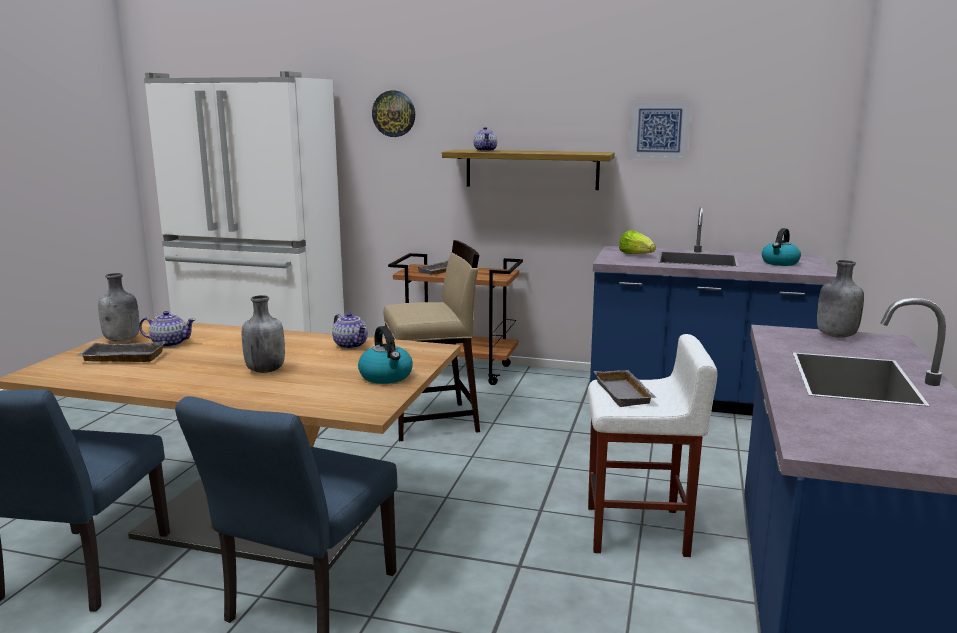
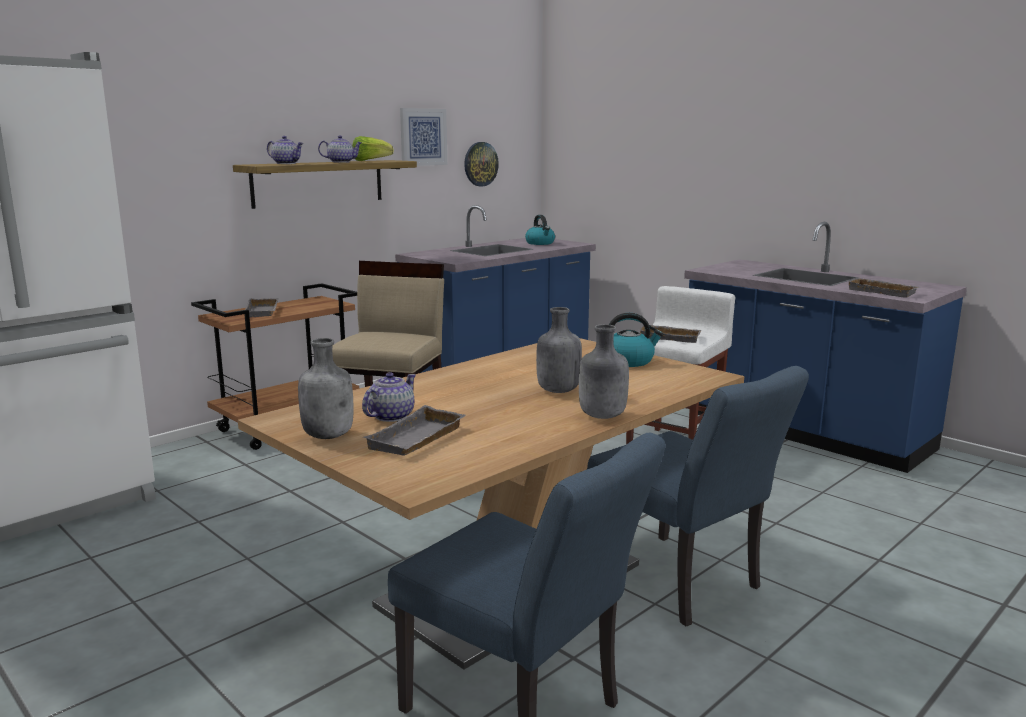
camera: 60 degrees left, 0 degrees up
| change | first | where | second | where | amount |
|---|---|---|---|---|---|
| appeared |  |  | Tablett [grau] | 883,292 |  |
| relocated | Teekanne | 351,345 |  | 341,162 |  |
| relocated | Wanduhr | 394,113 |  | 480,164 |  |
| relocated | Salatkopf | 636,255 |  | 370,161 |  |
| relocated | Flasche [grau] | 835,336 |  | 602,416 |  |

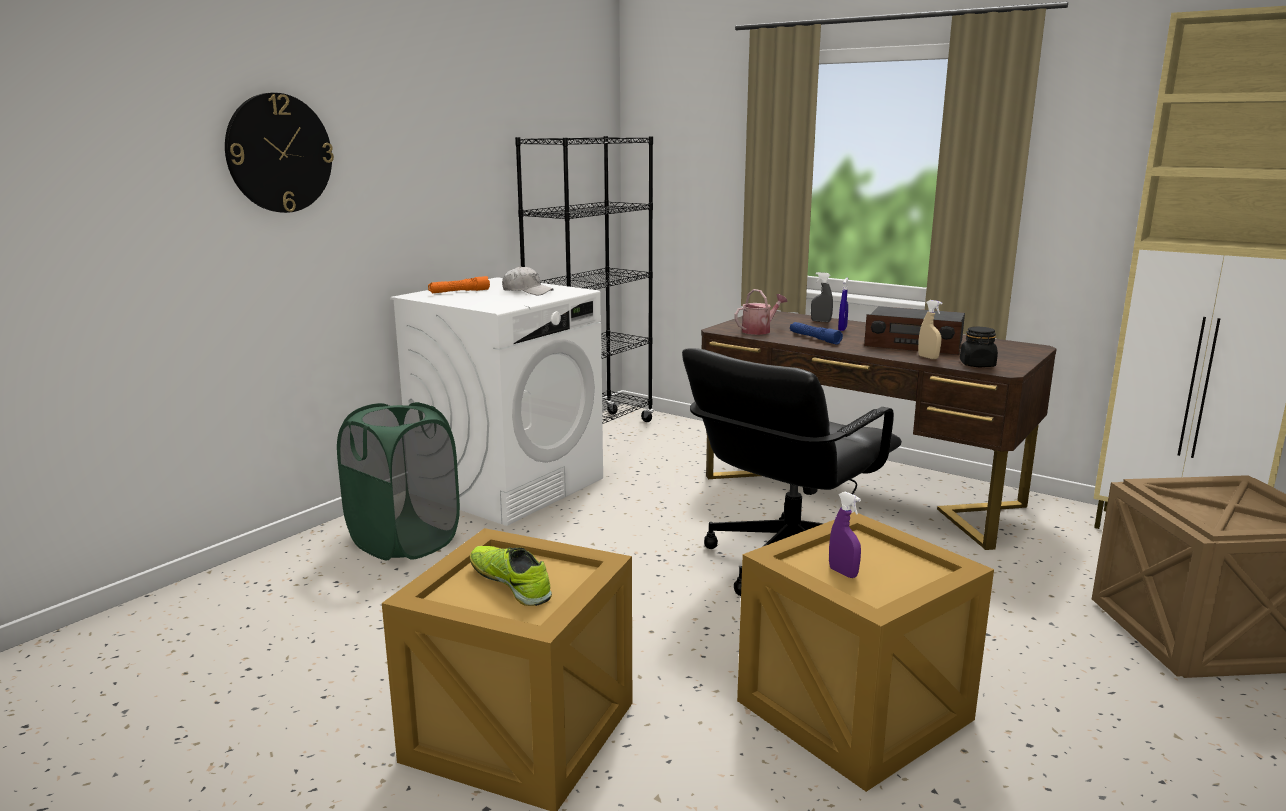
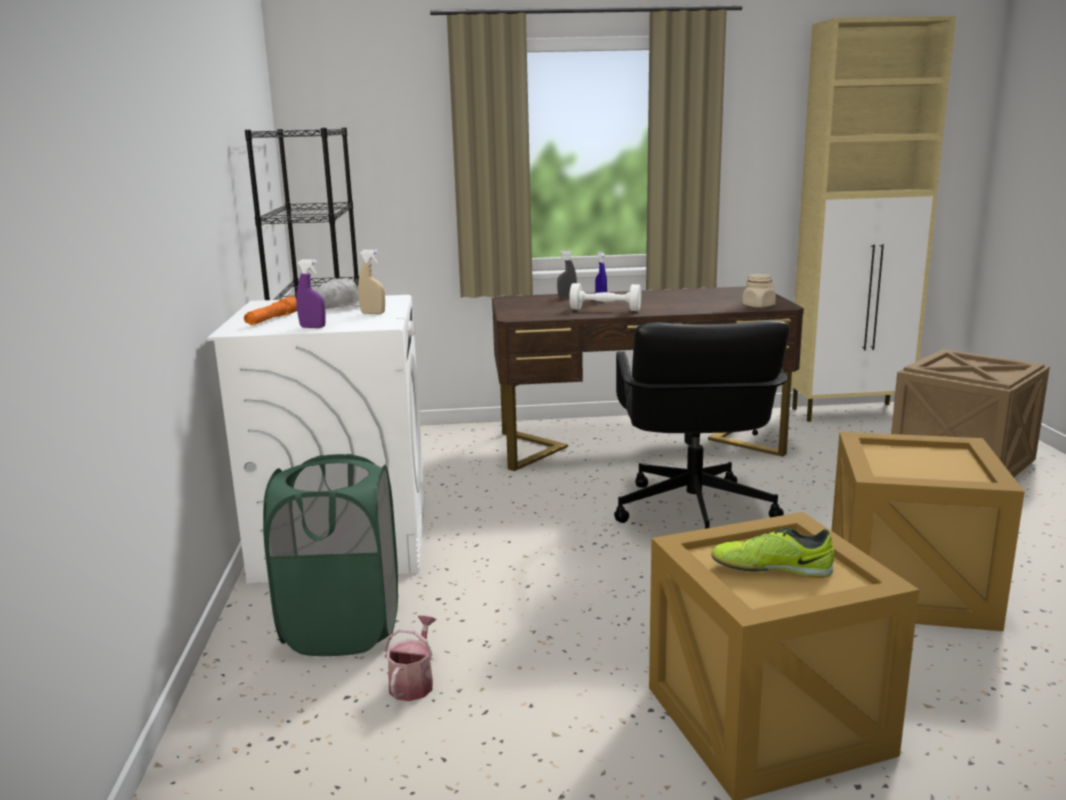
camera: 40 degrees left, 0 degrees up
| change | first | where | second | where | amount |
|---|---|---|---|---|---|
| missing | Wanduhr | 279,153 |  |  |  |
| missing | Radio | 914,344 |  |  |  |
| relocated | Gießkanne | 759,330 |  | 413,682 |  |
| relocated | Sprühflasche [lila] | 843,573 |  | 312,327 |  |
| relocated | Sprühflasche [beige] | 928,357 |  | 373,313 |  |
| exchanged | Taschenlampe [blau] | 814,338 | Hantel [weiß] | 605,310 |  |
| colour | Vorratsglas [schwarz] | 977,365 | Vorratsglas [beige] | 758,306 |  |

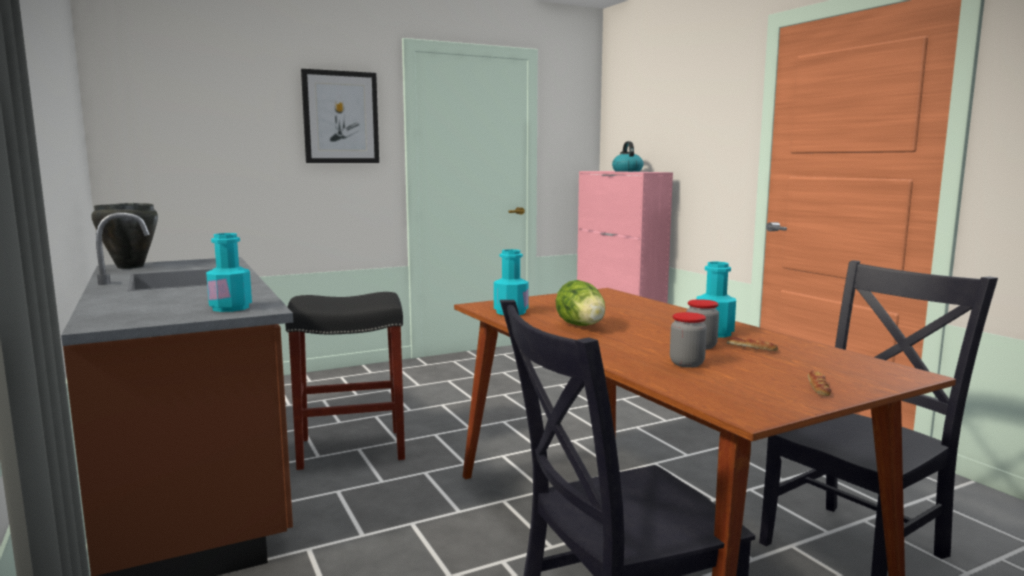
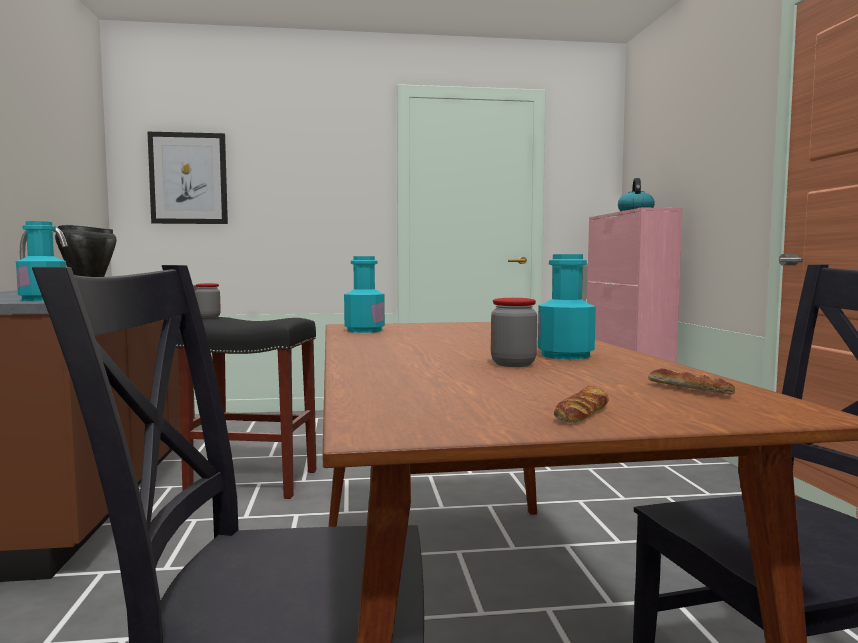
camera: 20 degrees right, 5 degrees down
| change | first | where | second | where | amount |
|---|---|---|---|---|---|
| missing | Salatkopf | 582,326 |  |  |  |
| relocated | Bild | 340,117 |  | 188,178 |  |
| relocated | Vorratsglas | 686,363 |  | 208,317 |  |
| relocated | Brot | 751,348 |  | 689,390 |  |

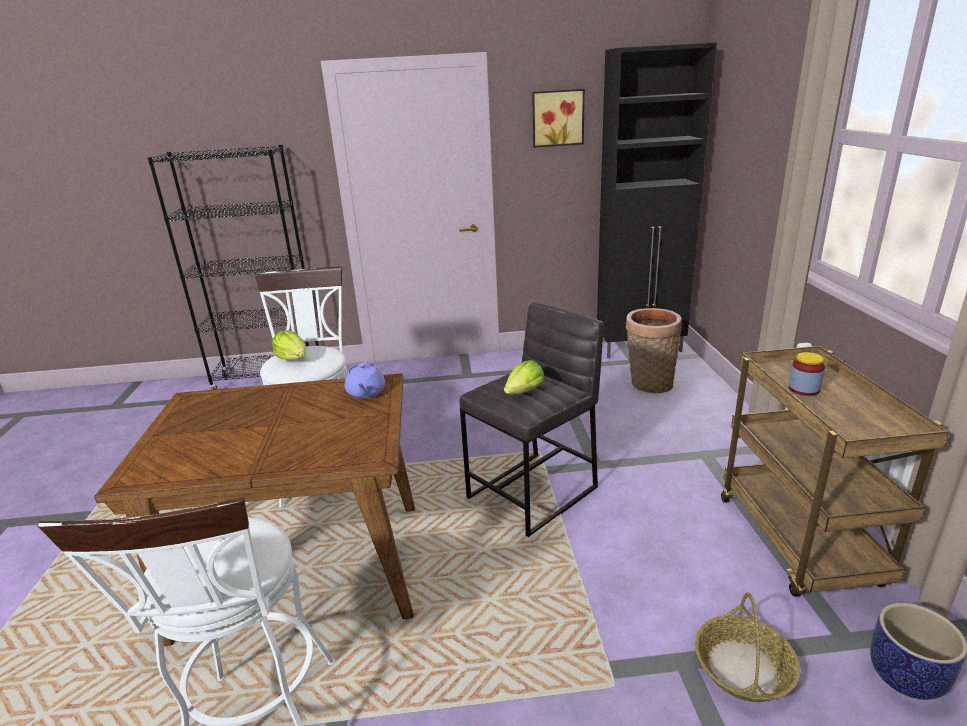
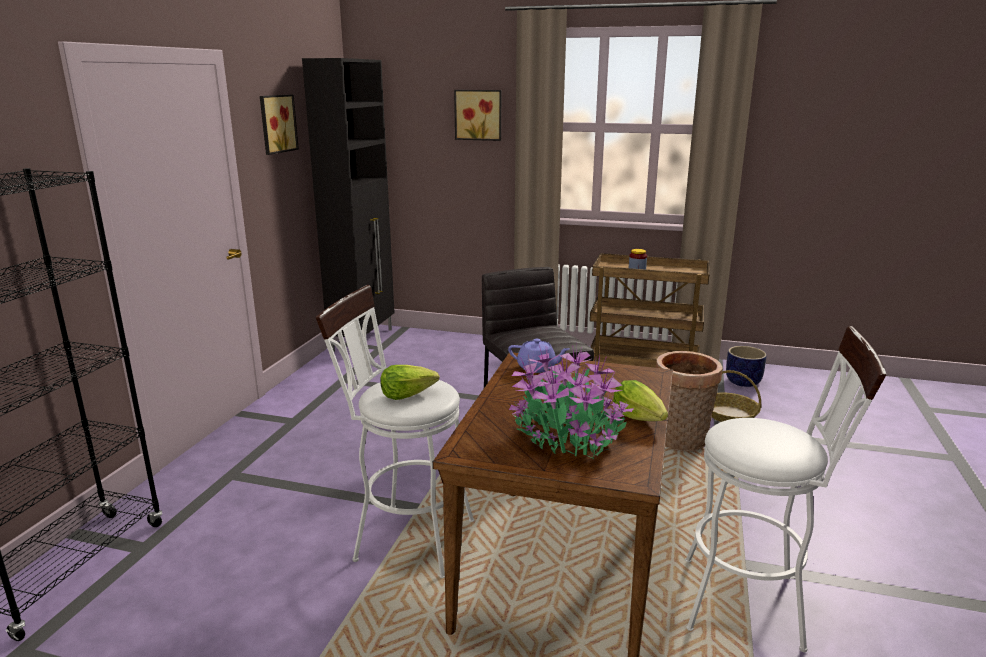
camera: 70 degrees left, 5 degrees down
| change | first | where | second | where | amount |
|---|---|---|---|---|---|
| appeared |  |  | Bild | 478,115 |  |
| appeared |  |  | Topfpflanze | 567,437 |  |
| relocated | Salatkopf | 524,392 |  | 639,418 |  |
| relocated | Korb | 649,384 |  | 680,442 |  |

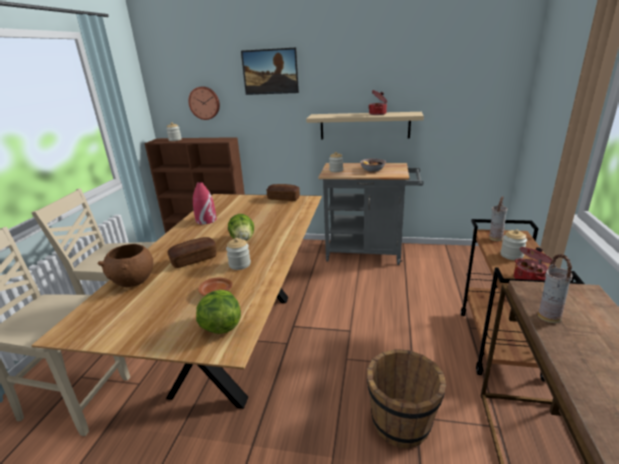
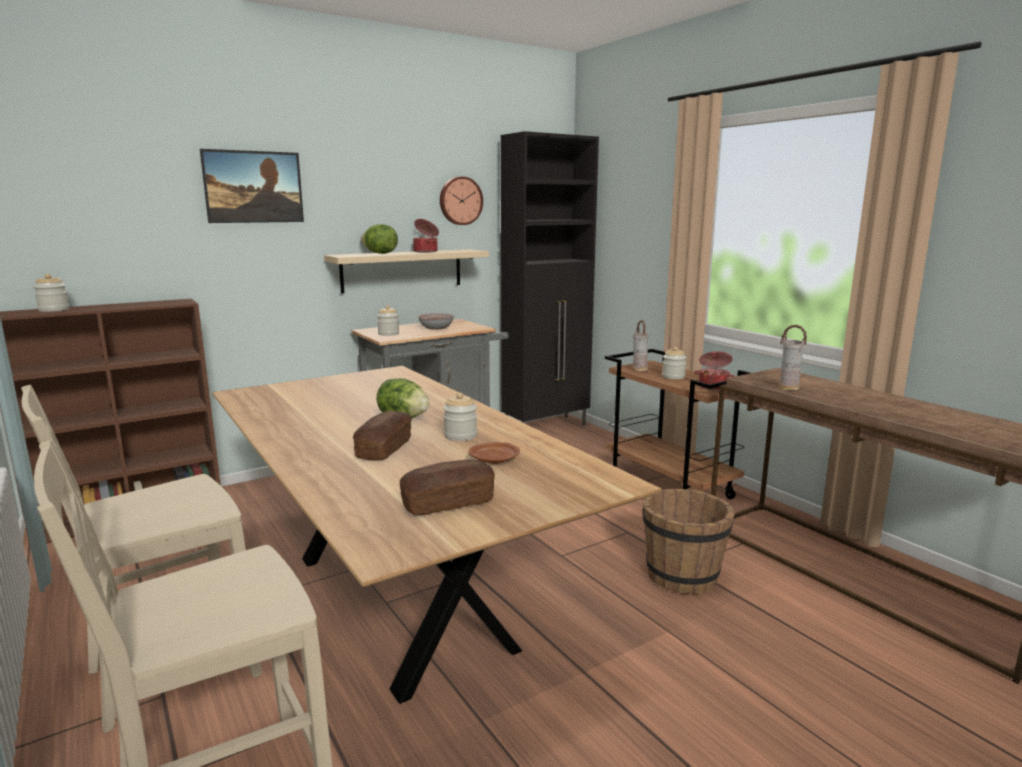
camera: 45 degrees left, 10 degrees down
| change | first | where | second | where | amount |
|---|---|---|---|---|---|
| missing | Schüssel [braun] | 133,282 |  |  |  |
| missing | Vase [rot] | 206,220 |  |  |  |
| appeared |  |  | Schrank [schwarz] | 547,427 |  |
| relocated | Wanduhr | 204,103 |  | 460,201 |  |
| relocated | Salatkopf | 220,327 |  | 380,254 |  |
| relocated | Brot | 283,198 |  | 448,503 |  |

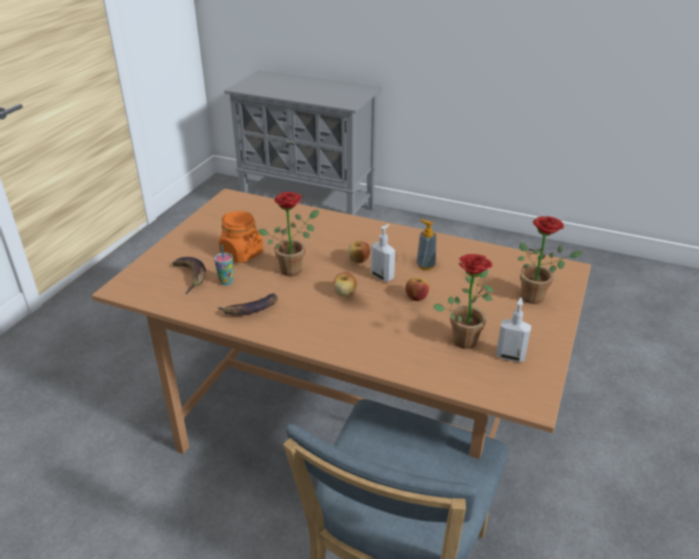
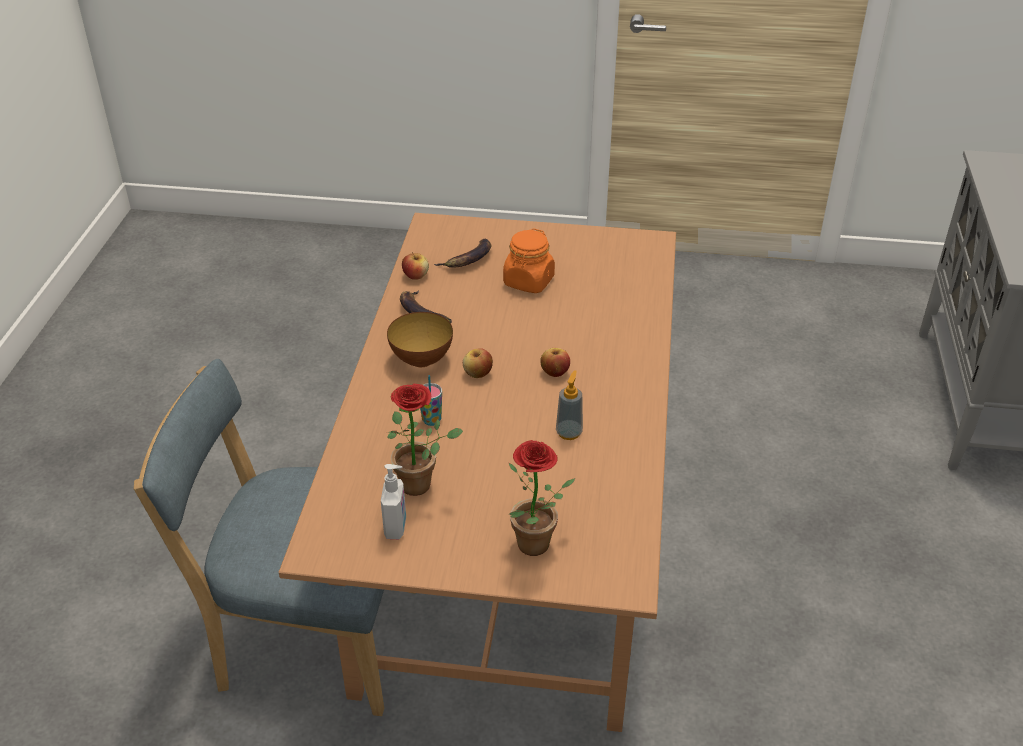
camera: 75 degrees right, 5 degrees up
| change | first | where | second | where | amount |
|---|---|---|---|---|---|
| missing | Topfpflanze | 294,268 |  |  |  |
| missing | Seifenspender | 382,276 |  |  |  |
| appeared |  |  | Schüssel | 421,360 |  |
| relocated | Tasse | 226,281 |  | 431,420 |  |
| relocated | Apfel | 416,297 |  | 416,276 |  |

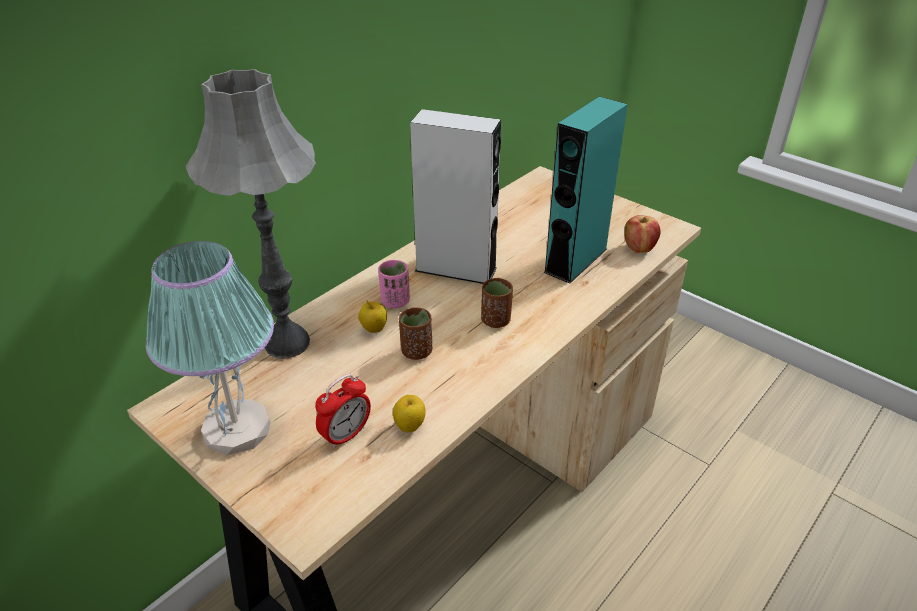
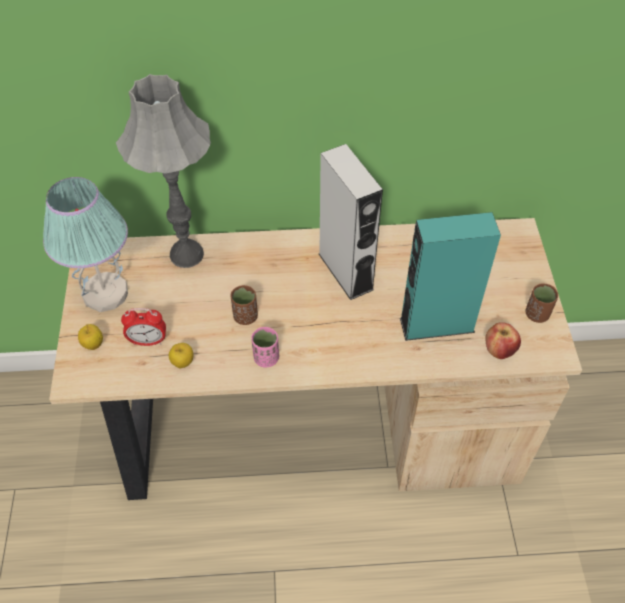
camera: 45 degrees right, 15 degrees up
| change | first | where | second | where | amount |
|---|---|---|---|---|---|
| relocated | Apfel | 374,330 |  | 93,345 |  |
| relocated | Tasse [rosa] | 395,301 |  | 266,358 |  |
| relocated | Tasse [braun] | 495,321 |  | 537,314 |  |

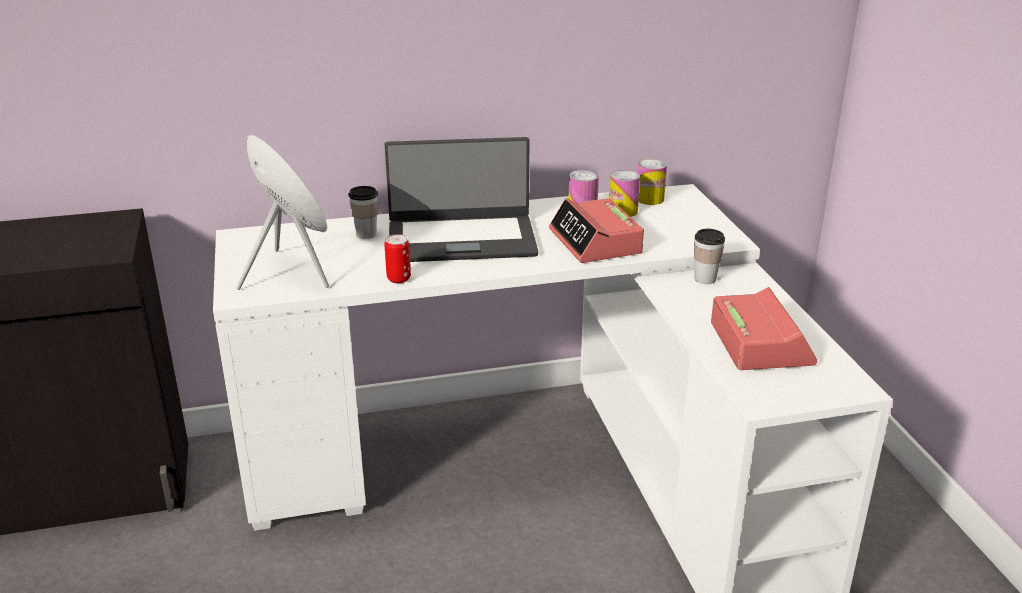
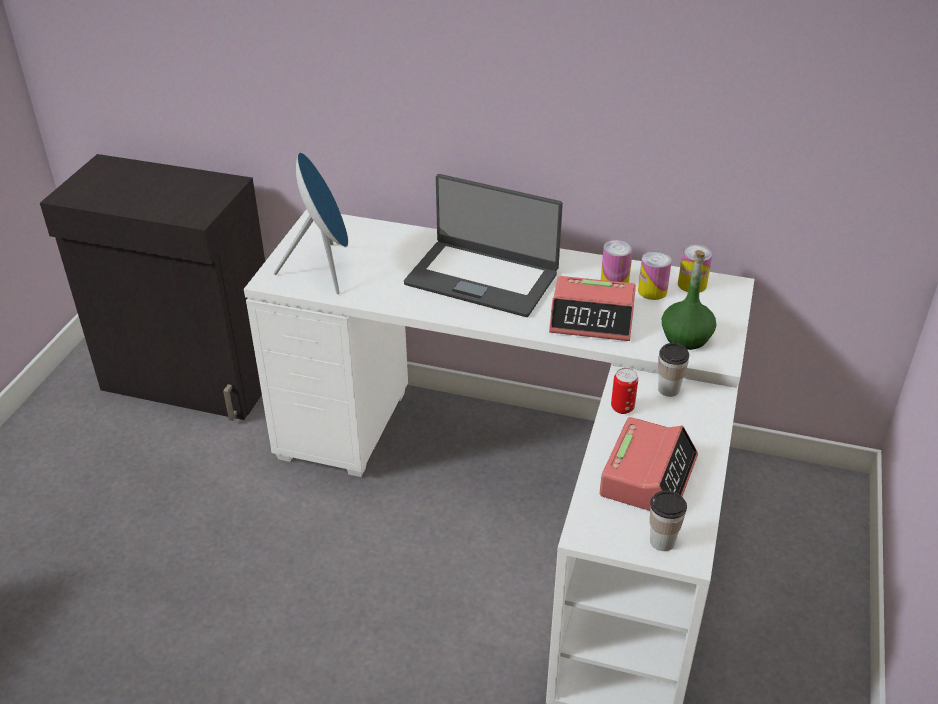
camera: 30 degrees right, 10 degrees up
| change | first | where | second | where | amount |
|---|---|---|---|---|---|
| appeared |  |  | Flasche [grün] | 686,337 |  |
| relocated | Tasse | 366,234 |  | 662,541 |  |
| relocated | Dose | 399,278 |  | 622,407 |  |
| spun | Wecker | 595,242 |  | 592,319 | 90 degrees counterclockwise |

